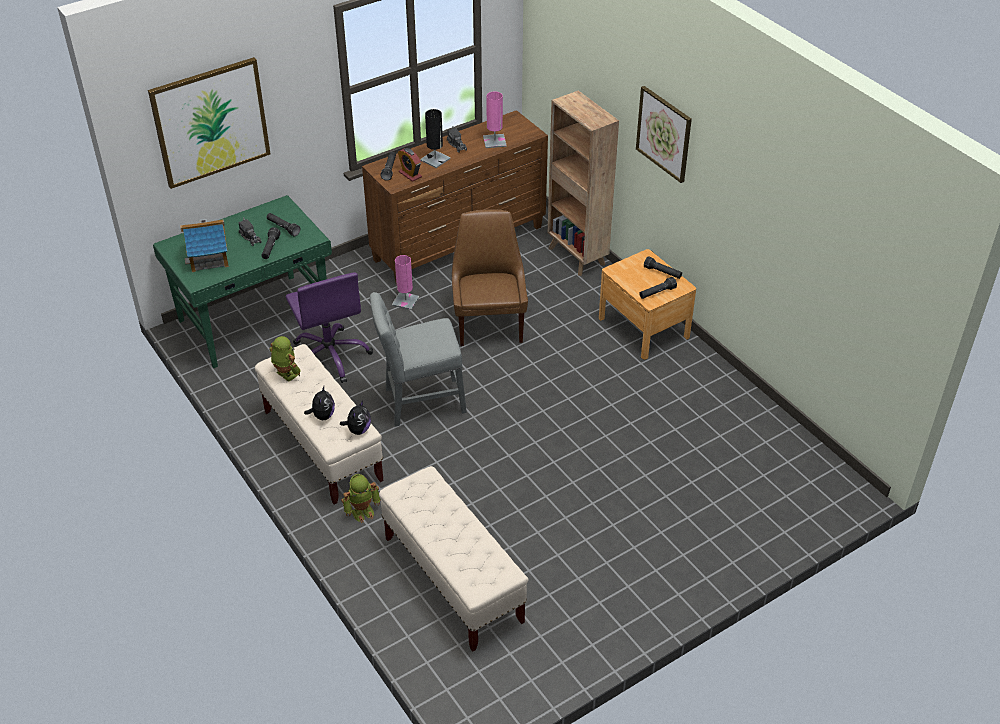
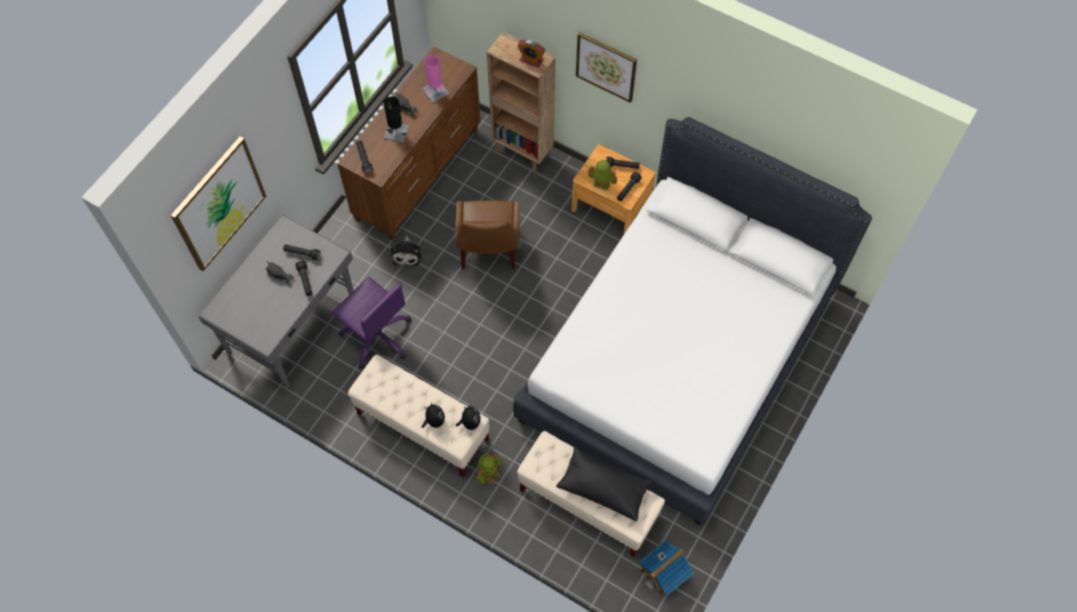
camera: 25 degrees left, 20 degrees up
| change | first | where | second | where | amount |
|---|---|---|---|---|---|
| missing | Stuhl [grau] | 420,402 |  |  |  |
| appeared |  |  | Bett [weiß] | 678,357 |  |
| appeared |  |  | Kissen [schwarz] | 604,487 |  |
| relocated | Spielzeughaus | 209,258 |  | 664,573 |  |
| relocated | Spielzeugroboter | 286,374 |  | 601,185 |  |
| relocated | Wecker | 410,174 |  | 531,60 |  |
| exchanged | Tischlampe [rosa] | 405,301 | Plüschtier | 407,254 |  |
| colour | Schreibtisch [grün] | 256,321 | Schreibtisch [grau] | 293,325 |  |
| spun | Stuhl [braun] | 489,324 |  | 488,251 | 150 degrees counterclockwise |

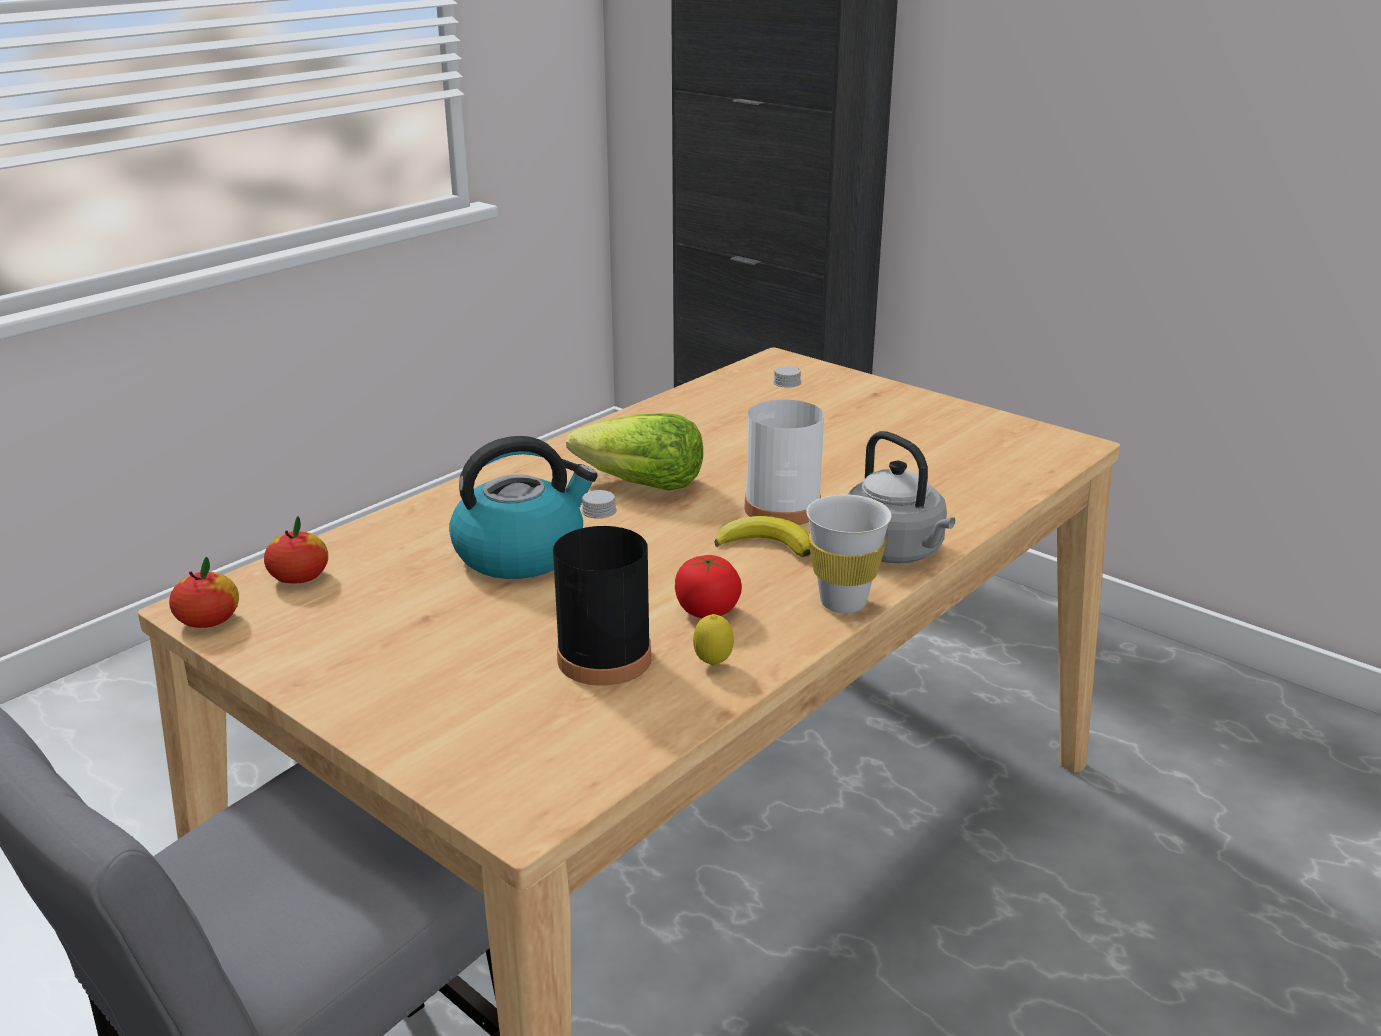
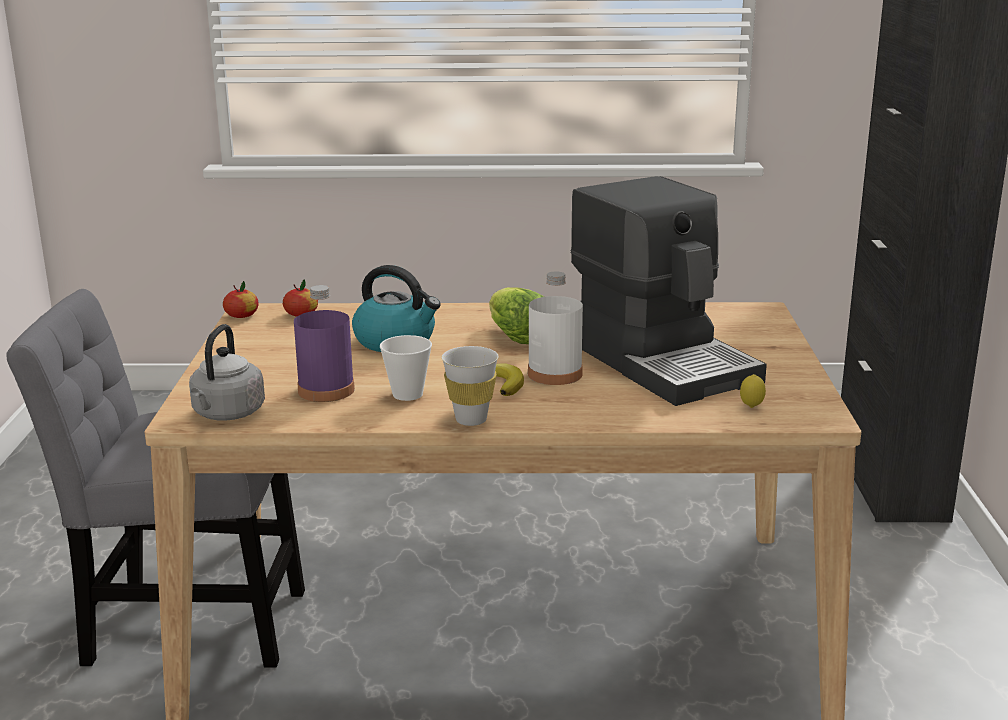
camera: 50 degrees right, 5 degrees down
| change | first | where | second | where | amount |
|---|---|---|---|---|---|
| appeared |  |  | Kaffeemaschine | 663,361 |  |
| relocated | Zitrone | 713,664 |  | 751,407 |  |
| relocated | Wasserkessel [grau] | 896,552 |  | 227,414 |  |
| exchanged | Tomate | 707,610 | Tasse | 407,394 |  |
| colour | Flasche [schwarz] | 604,658 | Flasche [lila] | 326,390 |  |

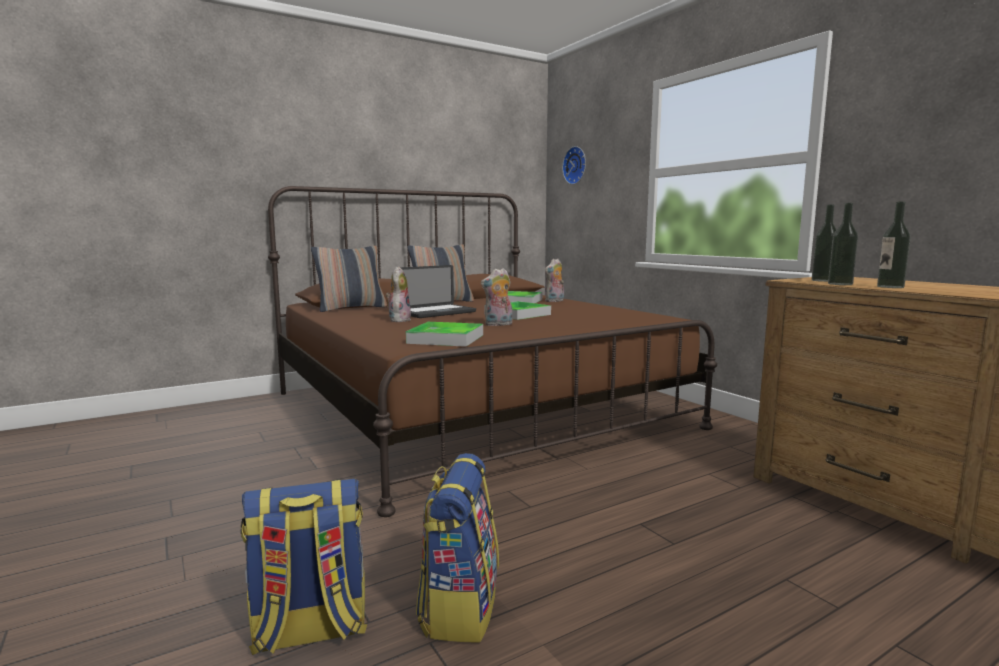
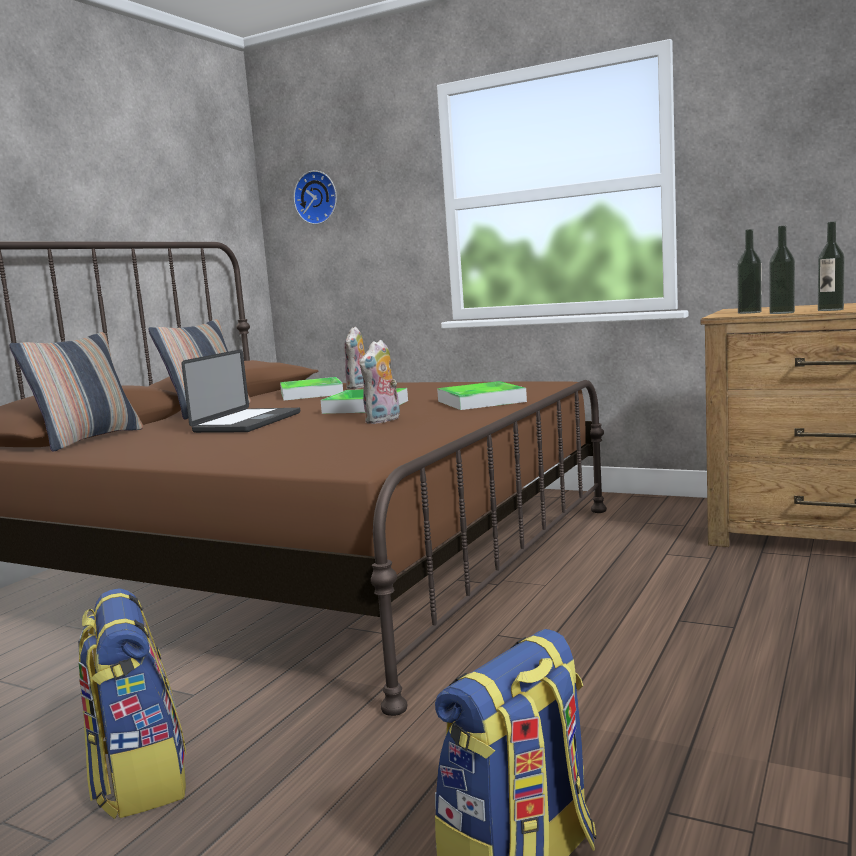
camera: 30 degrees left, 0 degrees up
| change | first | where | second | where | amount |
|---|---|---|---|---|---|
| missing | Plüschtier | 398,320 |  |  |  |
| relocated | Tablett | 446,339 |  | 481,401 |  |
| relocated | Rucksack | 459,607 |  | 139,778 |  |

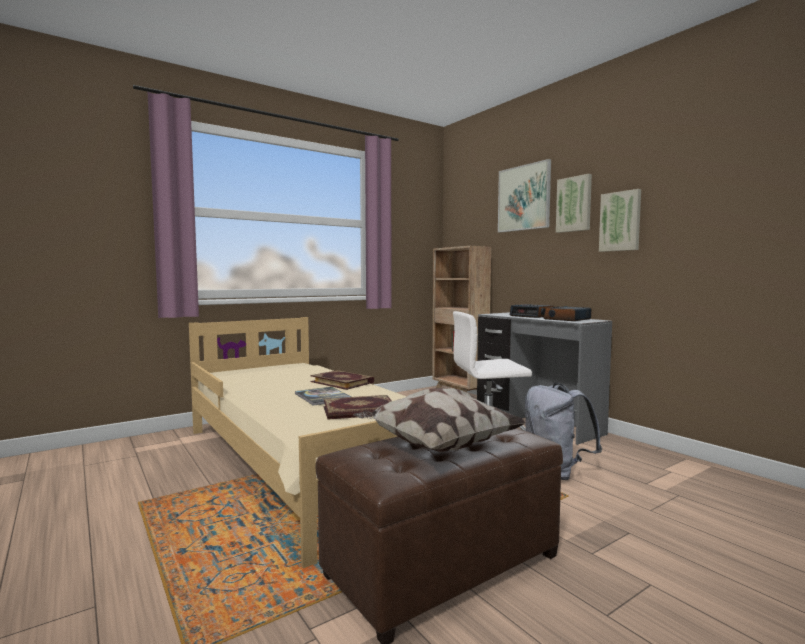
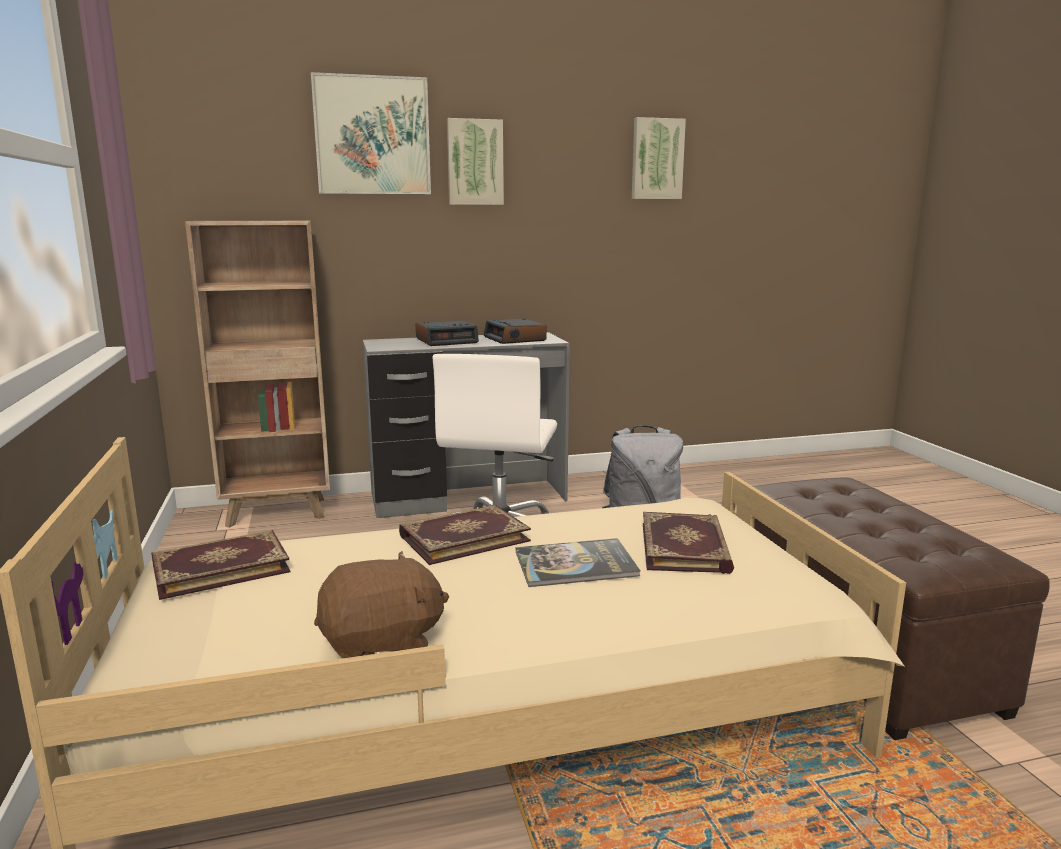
camera: 70 degrees left, 10 degrees up
| change | first | where | second | where | amount |
|---|---|---|---|---|---|
| missing | Kissen | 436,446 |  |  |  |
| appeared |  |  | Buch | 220,567 |  |
| appeared |  |  | Plüschtier [braun] | 382,645 |  |
| relocated | Bild | 620,221 |  | 656,159 |  |

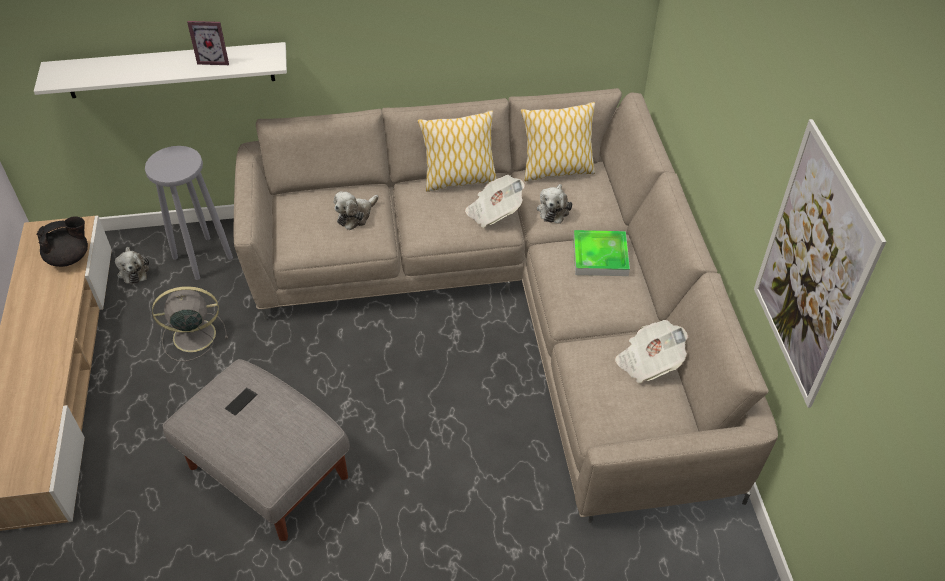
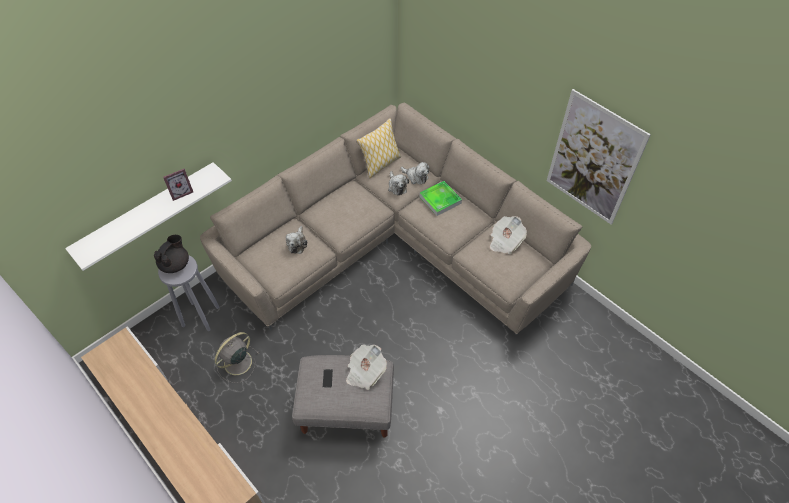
camera: 35 degrees left, 5 degrees up
| change | first | where | second | where | amount |
|---|---|---|---|---|---|
| missing | Kissen | 459,180 |  |  |  |
| relocated | Teekanne [schwarz] | 69,257 |  | 175,264 |  |
| relocated | Plüschtier | 133,270 |  | 416,177 |  |
| relocated | Zeitung | 494,212 |  | 365,372 |  |

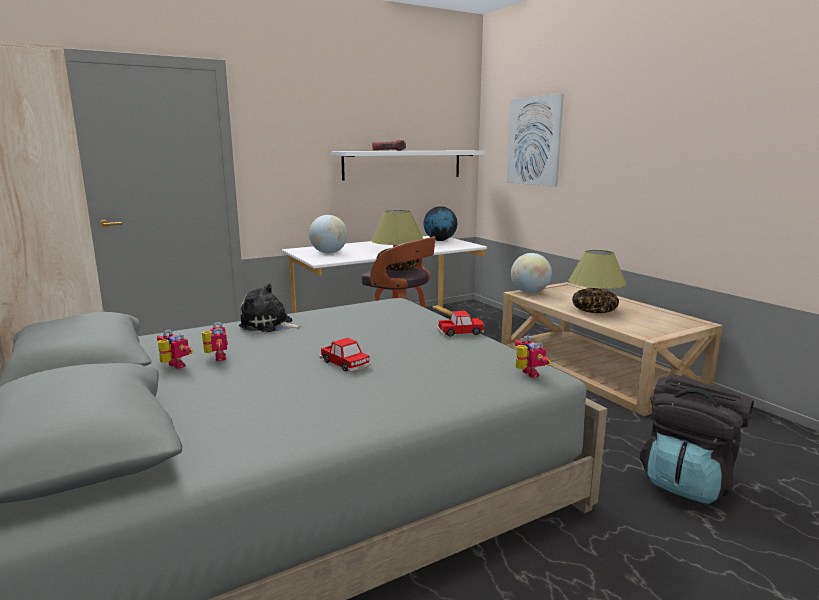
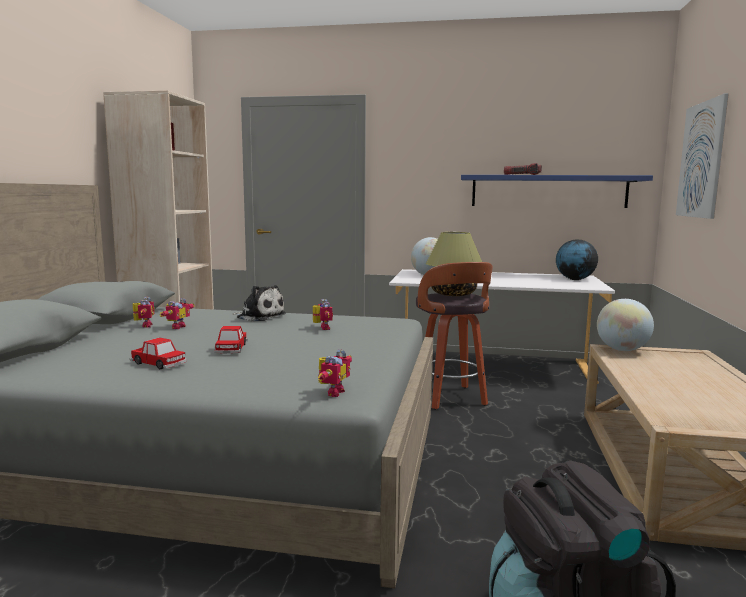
camera: 40 degrees right, 5 degrees down
| change | first | where | second | where | amount |
|---|---|---|---|---|---|
| missing | Tischlampe | 593,310 |  |  |  |
| appeared |  |  | Spielzeugroboter | 322,328 |  |
| relocated | Spielzeugauto | 460,332 |  | 159,363 |  |
| colour | Wandregal [weiß] | 403,164 | Wandregal [blau] | 548,191 |  |
| spun | Plüschtier | 269,325 |  | 259,316 | 150 degrees clockwise |

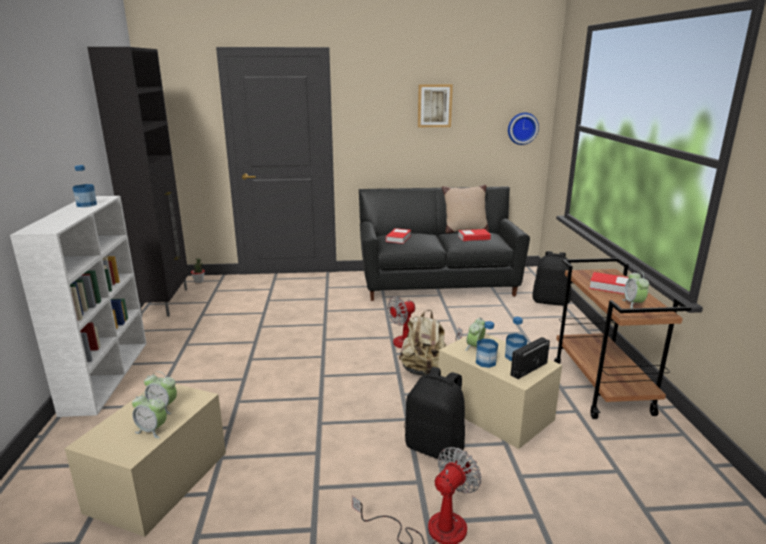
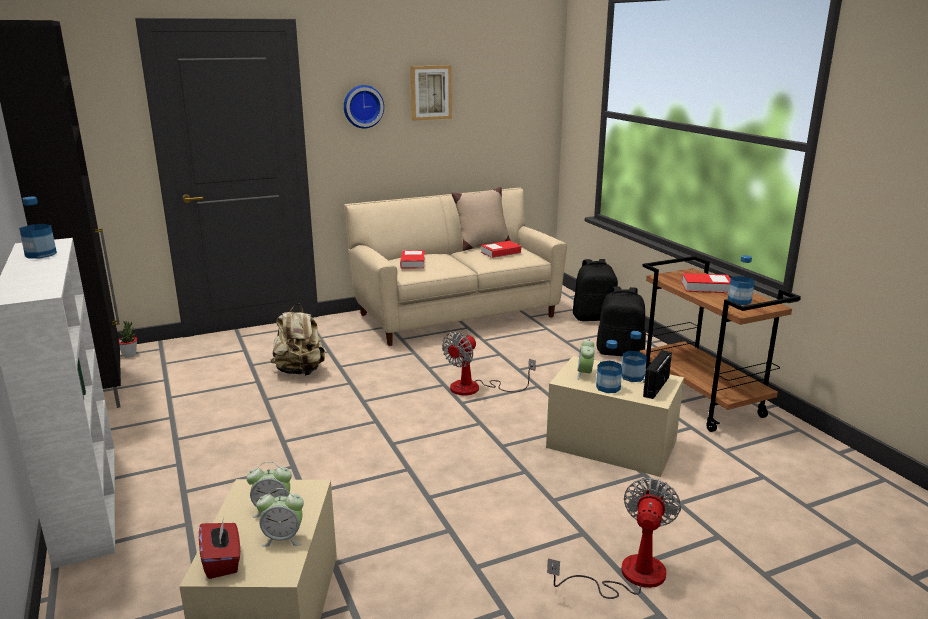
camera: 20 degrees left, 0 degrees up
| change | first | where | second | where | amount |
|---|---|---|---|---|---|
| appeared |  |  | Taschentuchbox [rot] | 222,561 |  |
| relocated | Rucksack [beige] | 423,371 |  | 300,371 |  |
| relocated | Rucksack [schwarz] | 435,447 |  | 620,352 |  |
| relocated | Wanduhr | 522,128 |  | 362,106 |  |
| exchanged | Wecker | 633,304 | Flasche | 739,301 |  |
| colour | Sofa [schwarz] | 438,284 | Sofa [beige] | 457,315 |  |

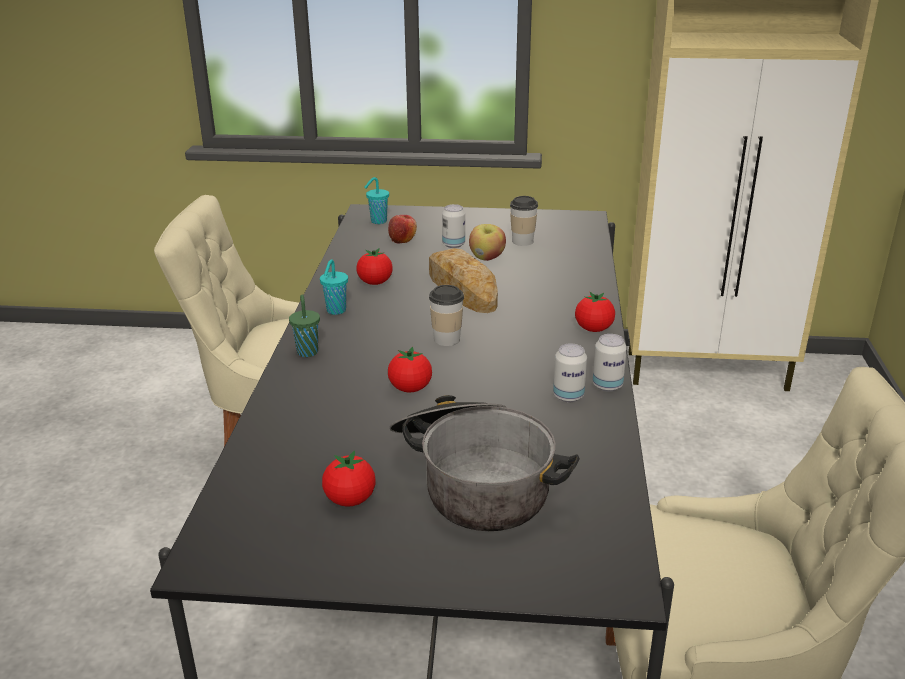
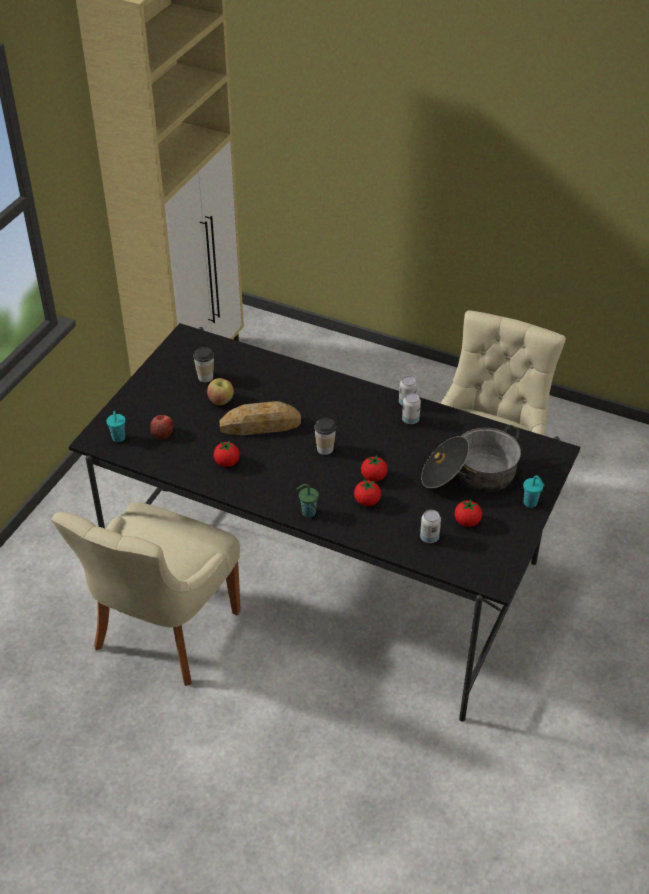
camera: 70 degrees left, 15 degrees up
| change | first | where | second | where | amount |
|---|---|---|---|---|---|
| relocated | Tasse [türkis] | 335,311 |  | 531,503 |  |
| relocated | Dose | 453,245 |  | 429,537 |  |
| relocated | Tomate | 593,329 |  | 367,501 |  |

